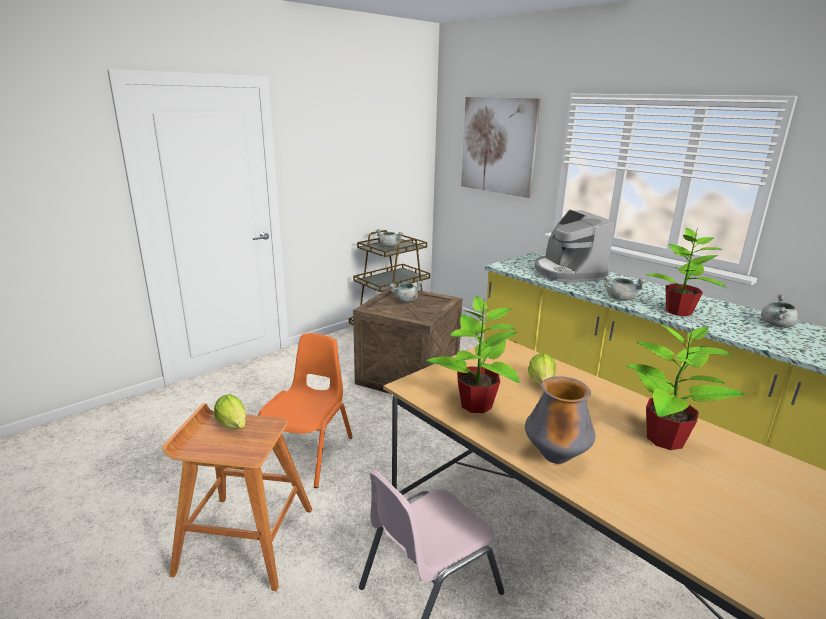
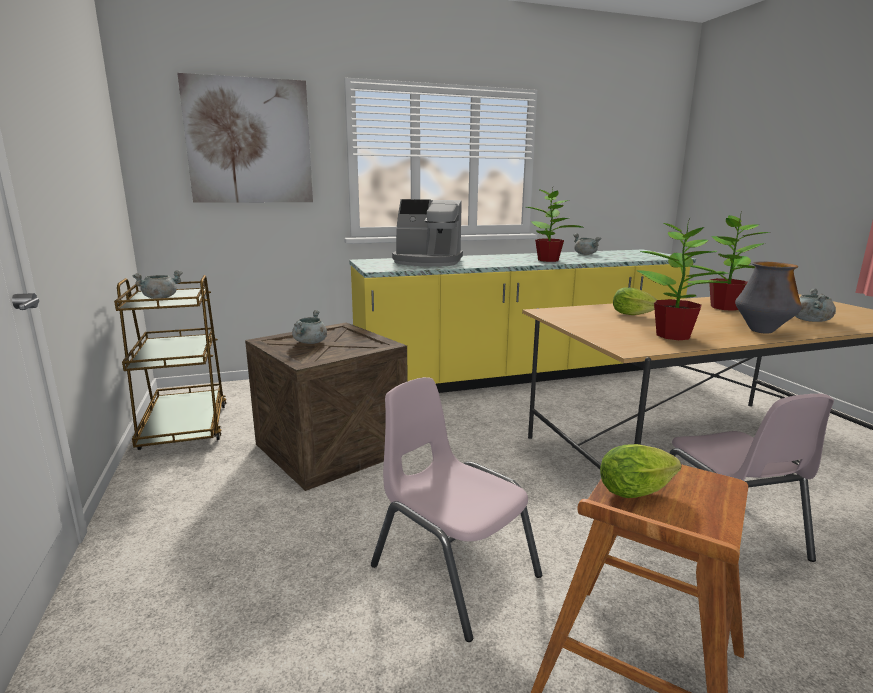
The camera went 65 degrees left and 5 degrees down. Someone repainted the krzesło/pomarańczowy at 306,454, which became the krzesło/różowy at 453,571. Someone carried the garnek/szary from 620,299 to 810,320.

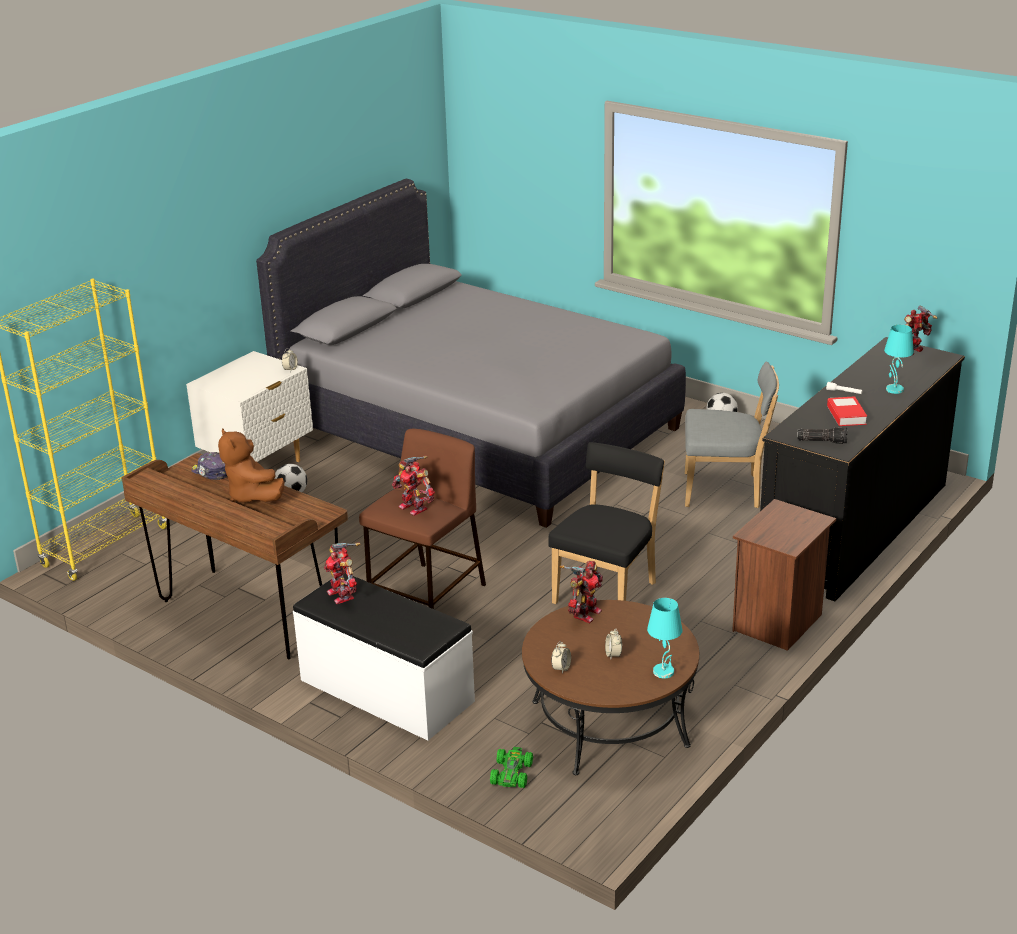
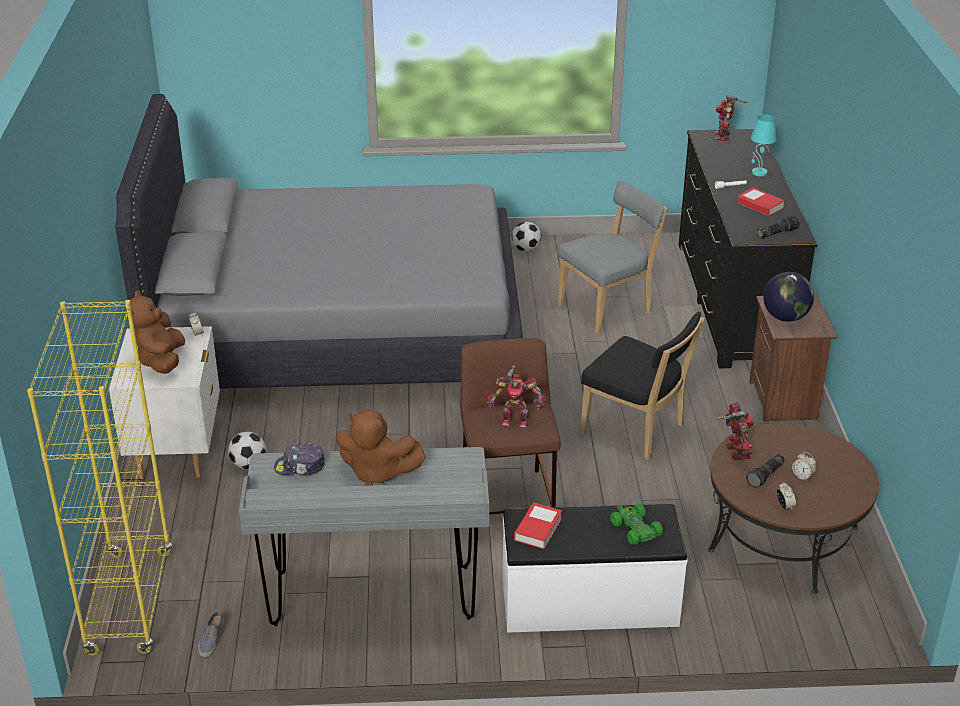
The camera went 40 degrees left and 5 degrees up. Someone repainted the biurko/brązowy at 248,613, which became the biurko/szary at 373,596. Someone swapped the robot zabawkowy at 342,594 for the książka at 538,529. Someone carried the samochodzik/zielony from 511,773 to 635,529. Someone rotated the krzesło/czarny at 607,591 by 135 degrees clockwise. Someone took away the lampa stołowa/turkusowy at 664,672. Someone put down the pluszak/brązowy at 161,361. Someone put down the but at 211,639. Someone put down the latarka at 766,476. Someone put down the globus at 785,317.

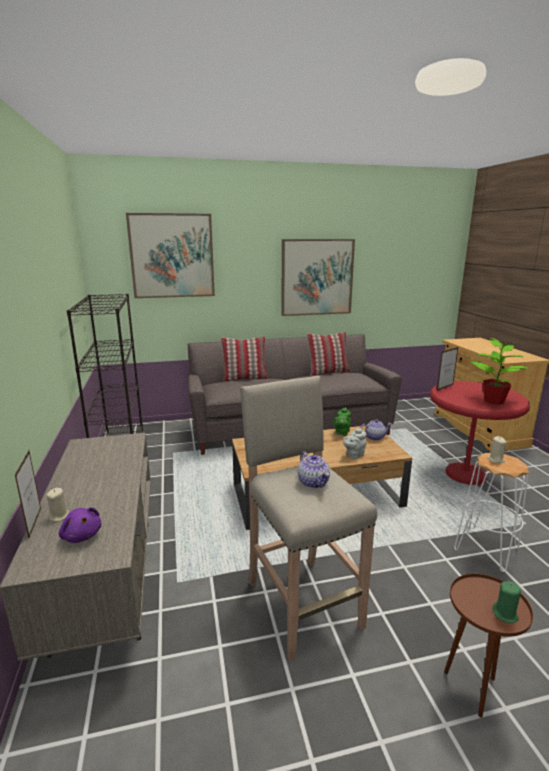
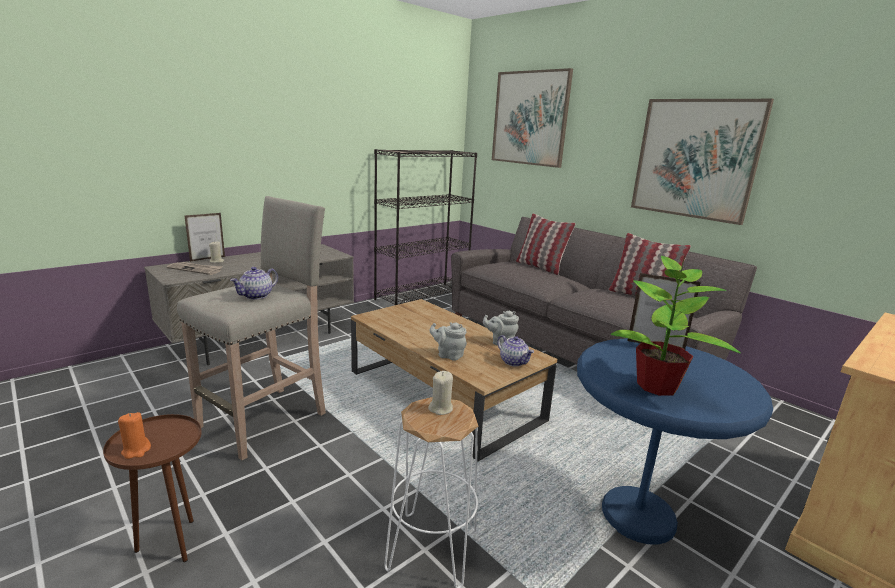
The camera went 60 degrees right and 0 degrees up. Someone swapped the pluszak/fioletowy at 81,535 for the gazeta at 196,269. Someone repainted the imbryk/zielony at 341,433, which became the imbryk/szary at 500,342. Someone repainted the stolik/czerwony at 465,475, which became the stolik/niebieski at 638,516. Someone repainted the świeca/zielony at 505,614, which became the świeca/pomarańczowy at 136,450.

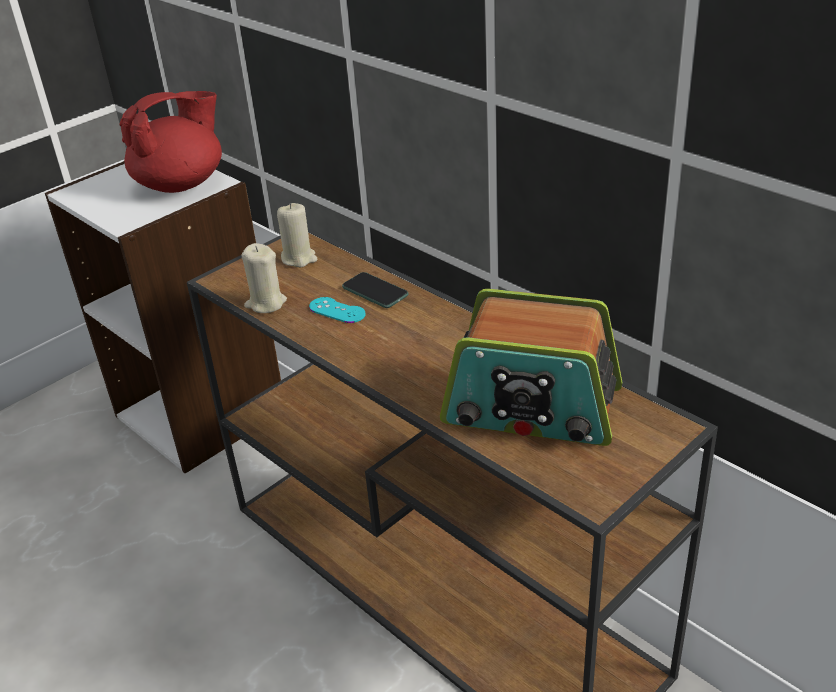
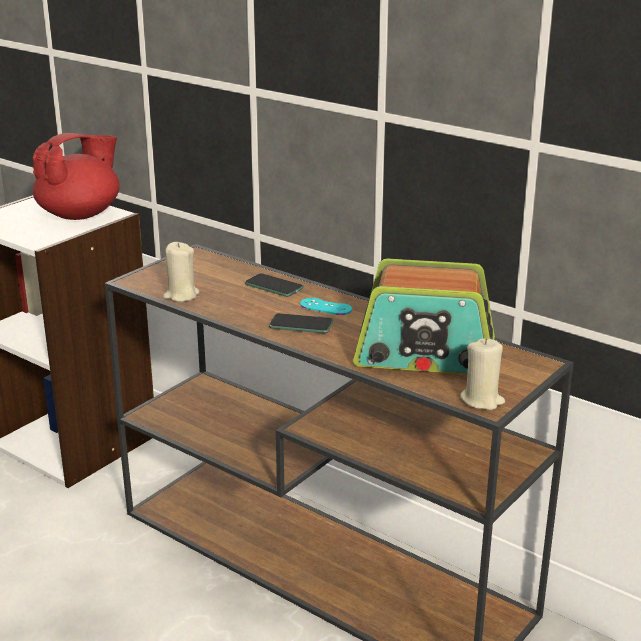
The camera went 10 degrees left and 10 degrees down. Someone carried the świeca/beżowy from 299,258 to 482,400. Someone carried the pad do gier/turkusowy from 337,310 to 325,307. Someone put down the telefon at 301,325.

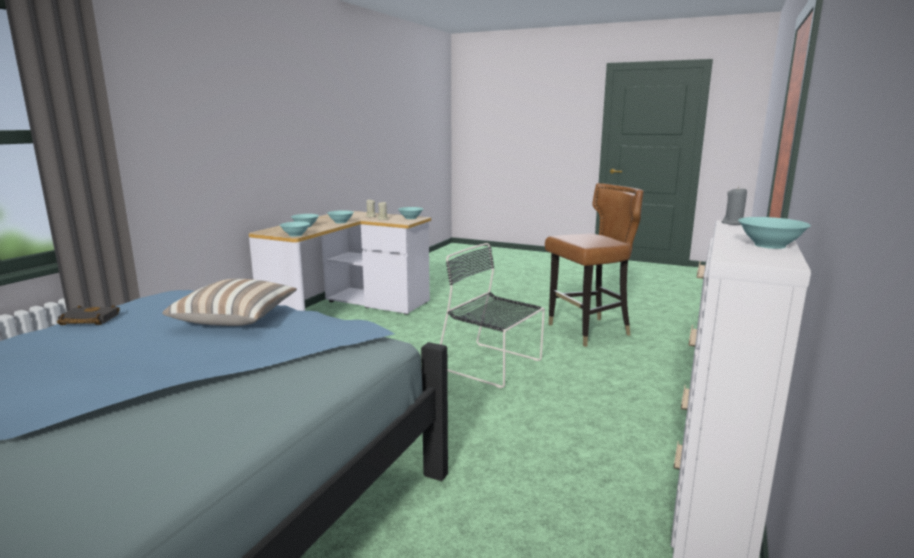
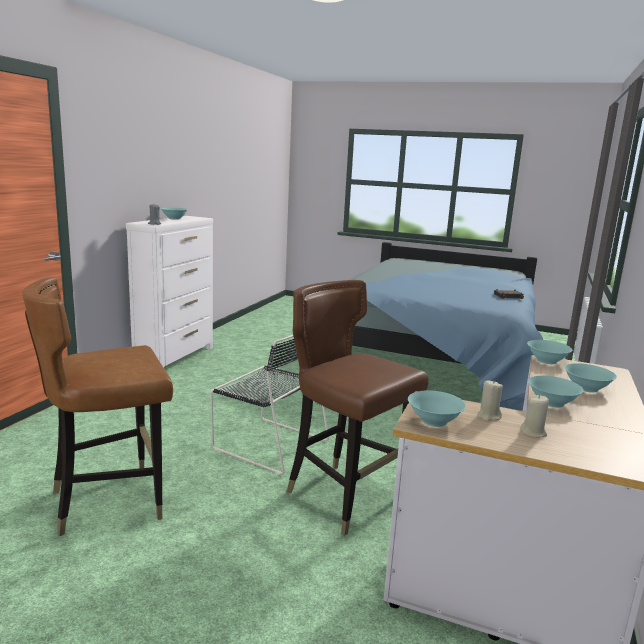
The camera went 175 degrees right and 0 degrees up. Someone took away the poduszka at 236,319. Someone put down the krzesło/brązowy at 345,497.

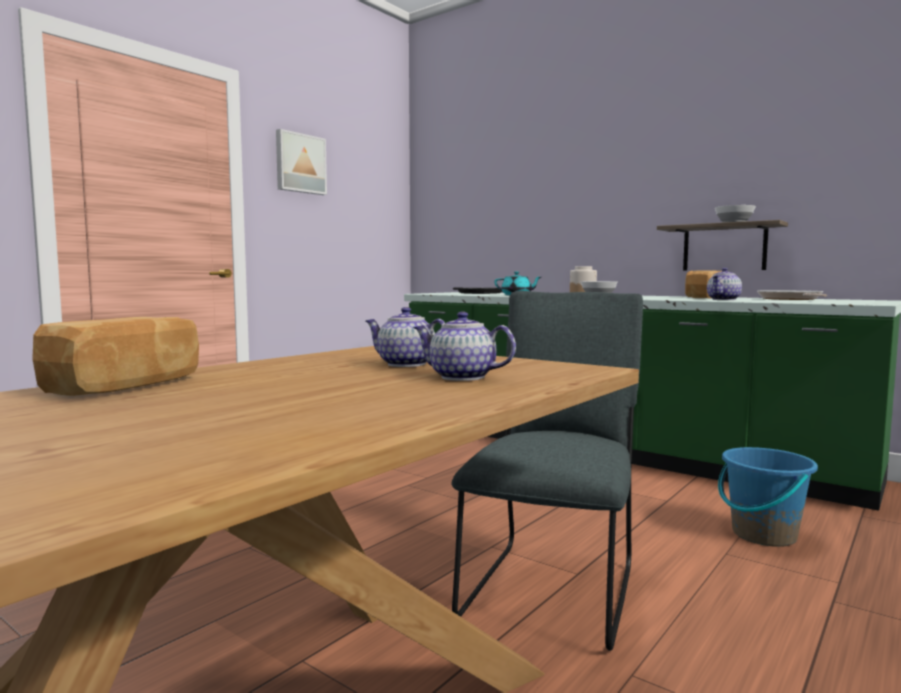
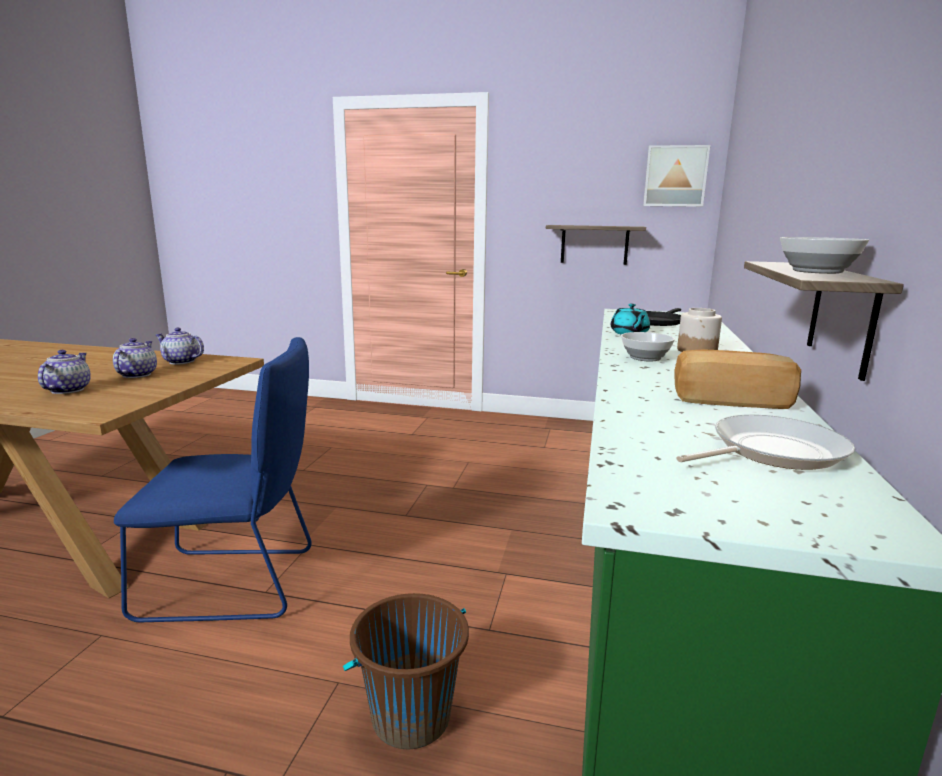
The camera went 65 degrees right and 10 degrees up. Someone took away the chleb at 129,385. Someone carried the obraz from 300,163 to 675,176. Someone repainted the krzesło/szary at 553,587, which became the krzesło/niebieski at 236,583. Someone carried the imbryk from 724,300 to 180,362. Someone repainted the wiadro/niebieski at 763,535, which became the wiadro/brązowy at 410,716. Someone put up the półka at 594,244.

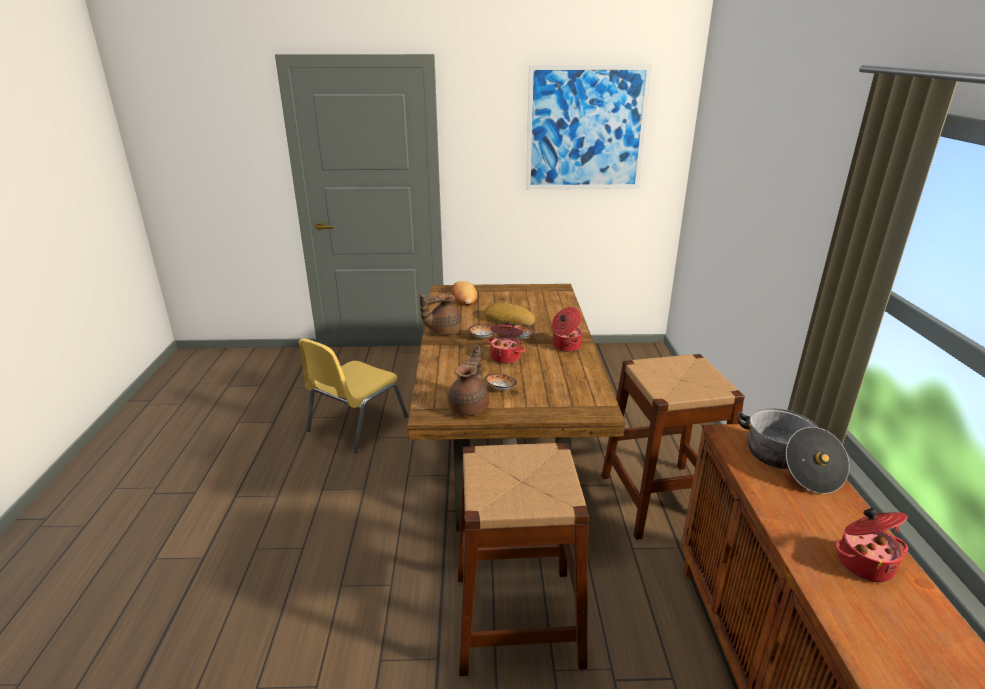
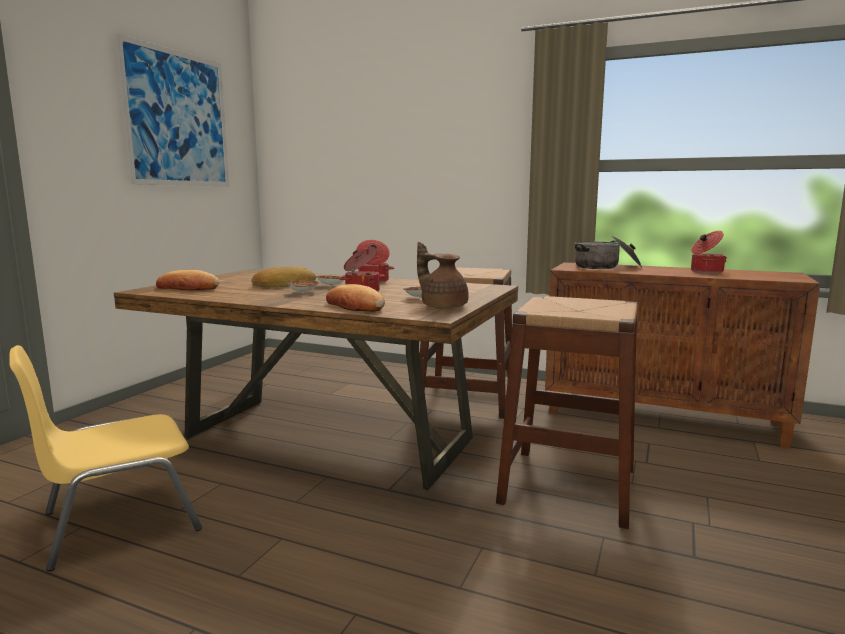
The camera went 65 degrees left and 15 degrees down. Someone rotated the krzesło/żółty at 355,424 by 90 degrees clockwise. Someone took away the imbryk/brązowy at 442,331. Someone put down the chleb at 355,306.

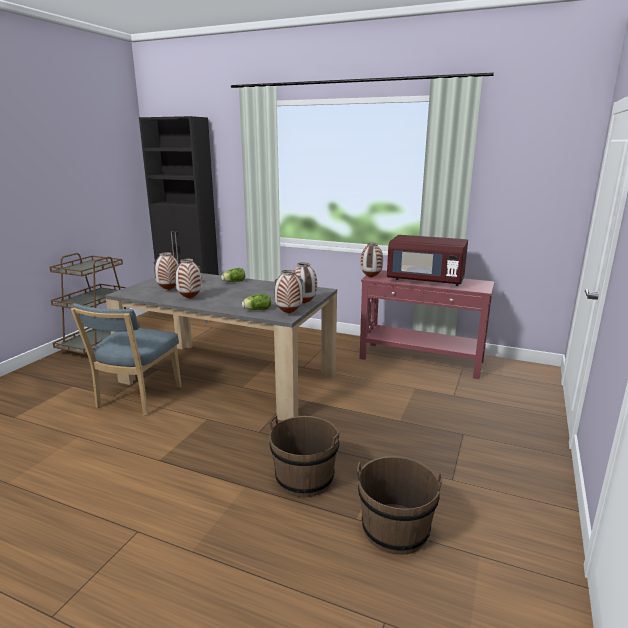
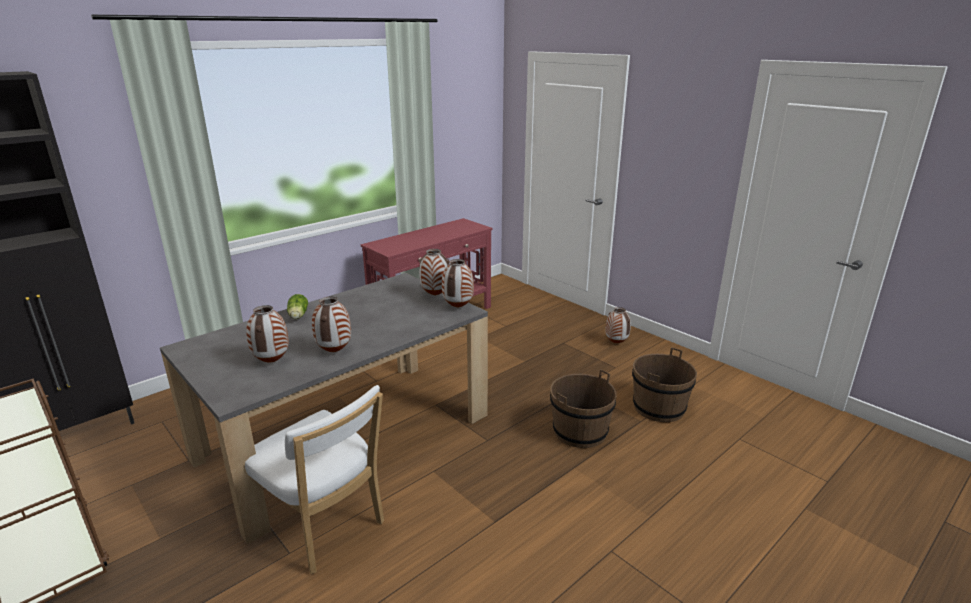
The camera went 65 degrees left and 5 degrees up. Someone repainted the krzesło/niebieski at 136,399, which became the krzesło/biały at 325,527. Someone took away the sałata at 256,310. Someone carried the wazon from 370,277 to 615,343. Someone took away the mikrofalówka/czerwony at 425,280.

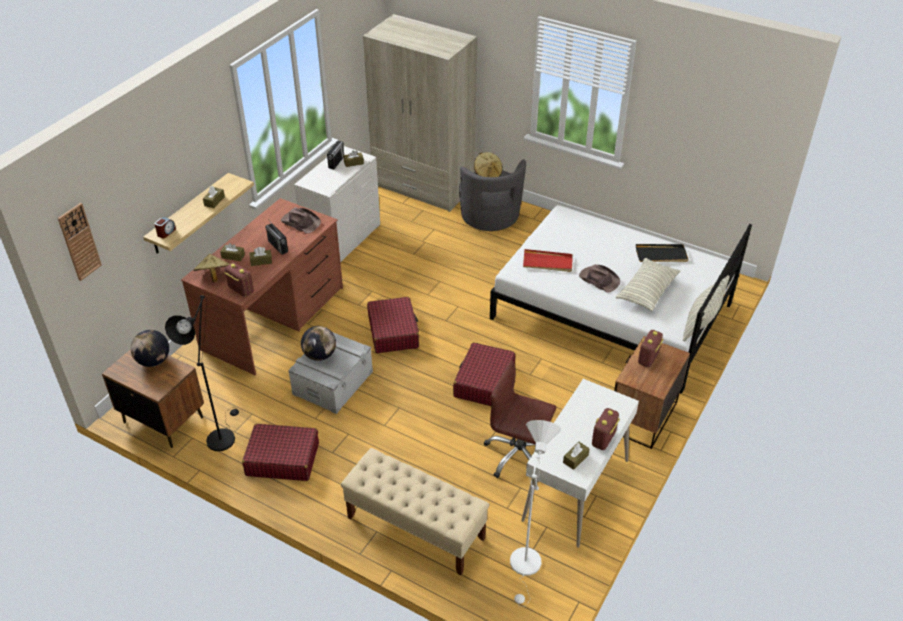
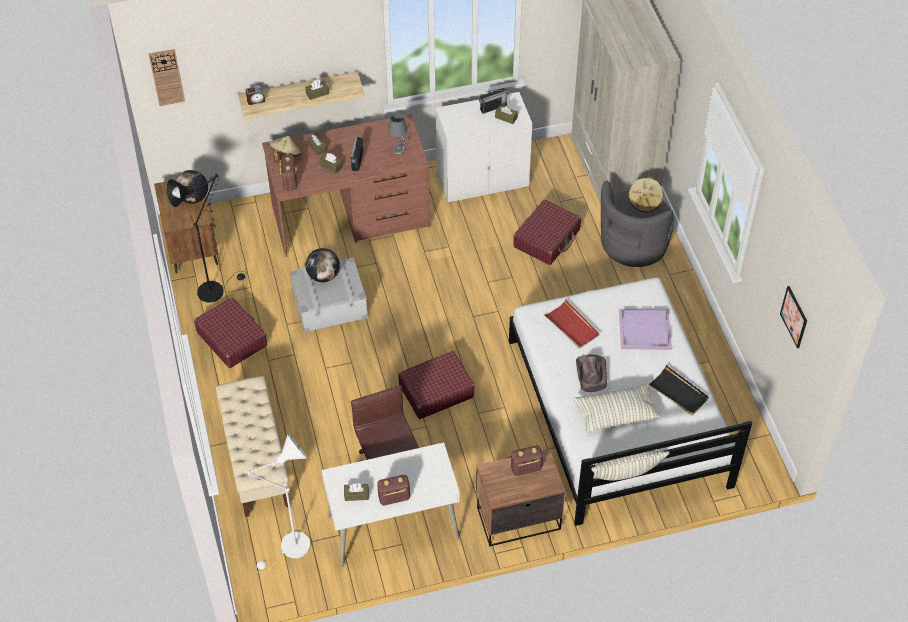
The camera went 45 degrees right and 10 degrees up. Someone swapped the kapelusz/brązowy at 300,222 for the lampa stołowa/szary at 399,149. Someone carried the walizka/czerwony from 393,332 to 547,238. Someone put down the taca/fioletowy at 645,329. Someone put up the obraz at 794,317.

